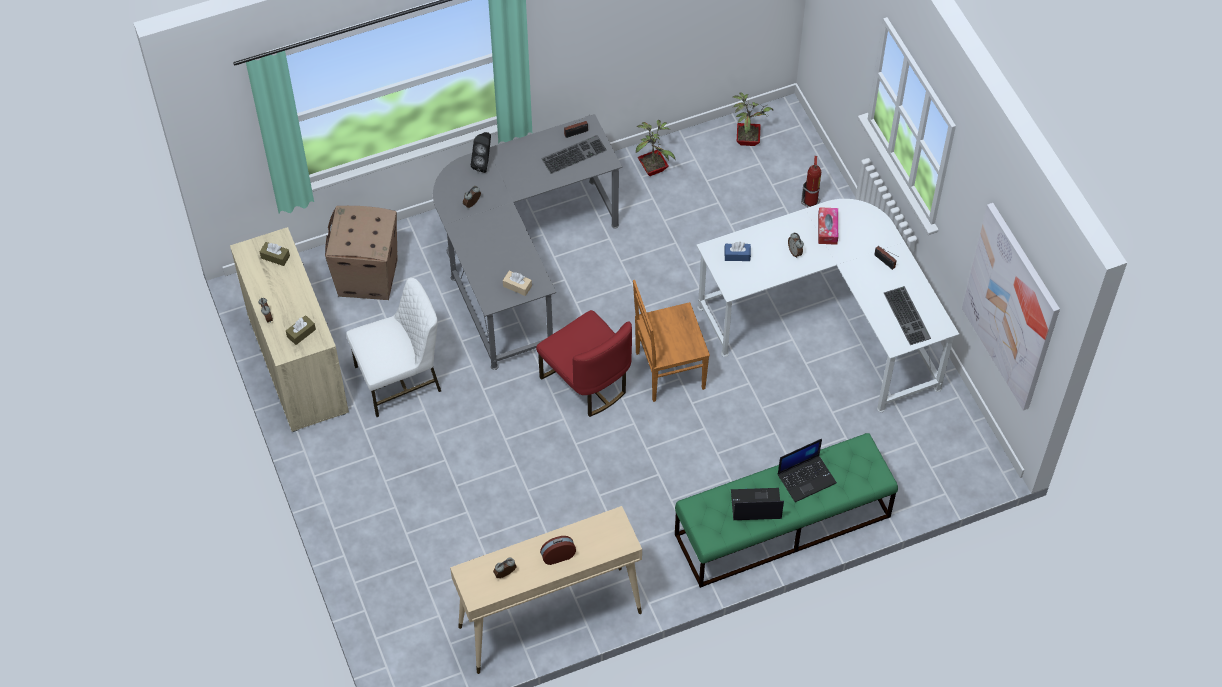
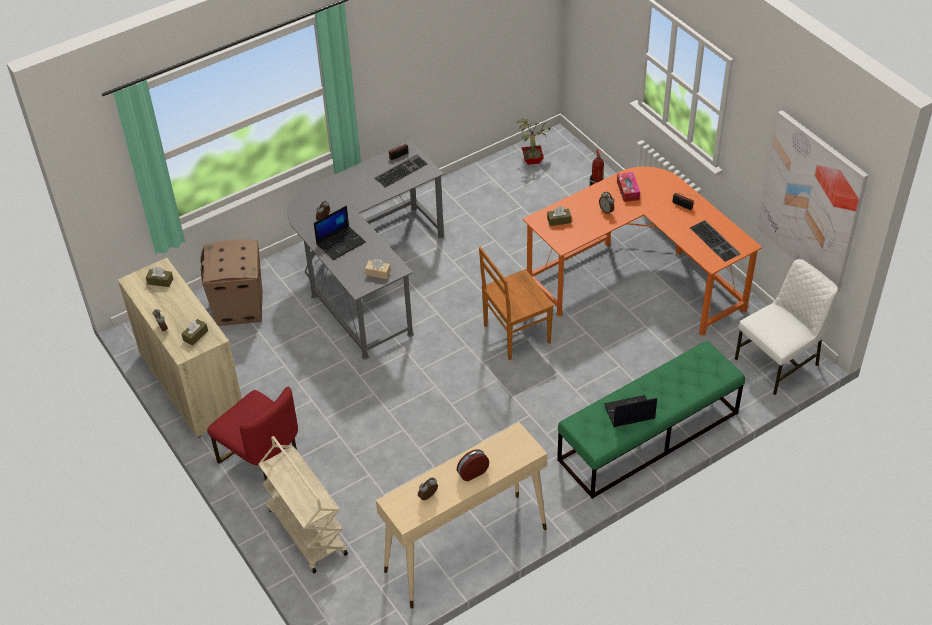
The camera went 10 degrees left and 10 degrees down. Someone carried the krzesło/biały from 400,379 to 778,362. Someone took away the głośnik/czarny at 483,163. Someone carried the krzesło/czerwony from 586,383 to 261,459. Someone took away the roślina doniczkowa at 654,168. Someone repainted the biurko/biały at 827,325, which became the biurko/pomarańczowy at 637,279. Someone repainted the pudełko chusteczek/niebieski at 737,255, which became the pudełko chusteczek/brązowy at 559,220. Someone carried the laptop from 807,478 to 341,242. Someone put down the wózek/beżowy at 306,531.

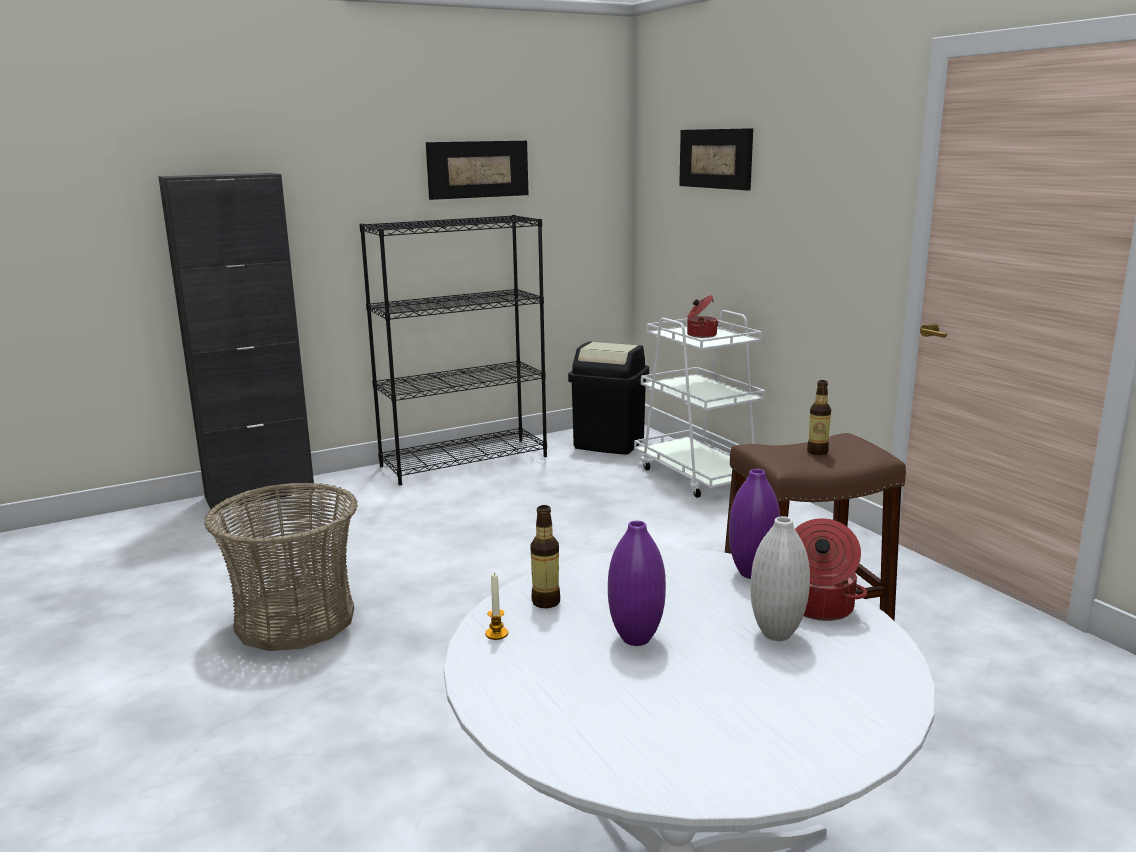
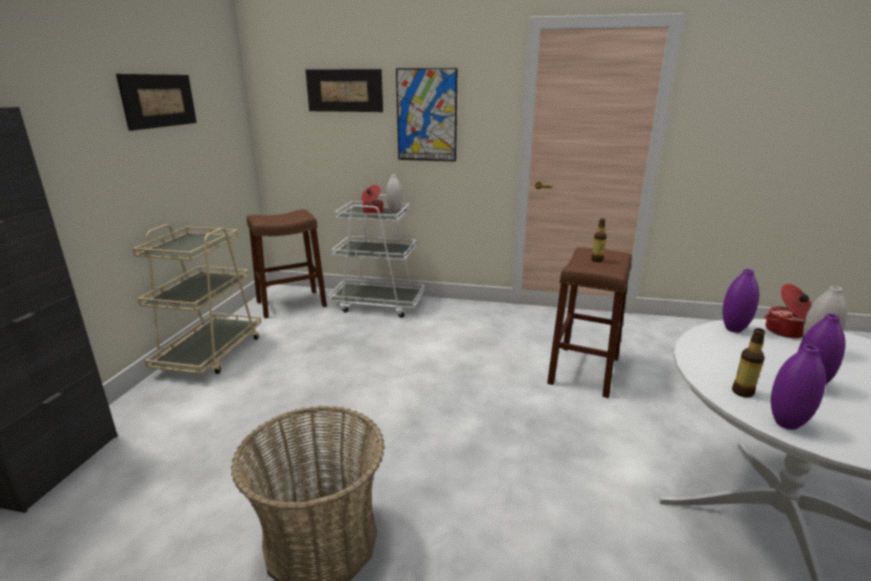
The camera went 50 degrees left and 5 degrees up. Someone swapped the regał/czarny at 465,461 for the wózek/beżowy at 211,353. Someone swapped the świeca at 496,634 for the wazon/fioletowy at 786,424. Someone swapped the kosz na śmieci/czarny at 609,443 for the stołek/brązowy at 291,304. Someone put down the wazon/biały at 394,210. Someone put up the obraz at 426,115.

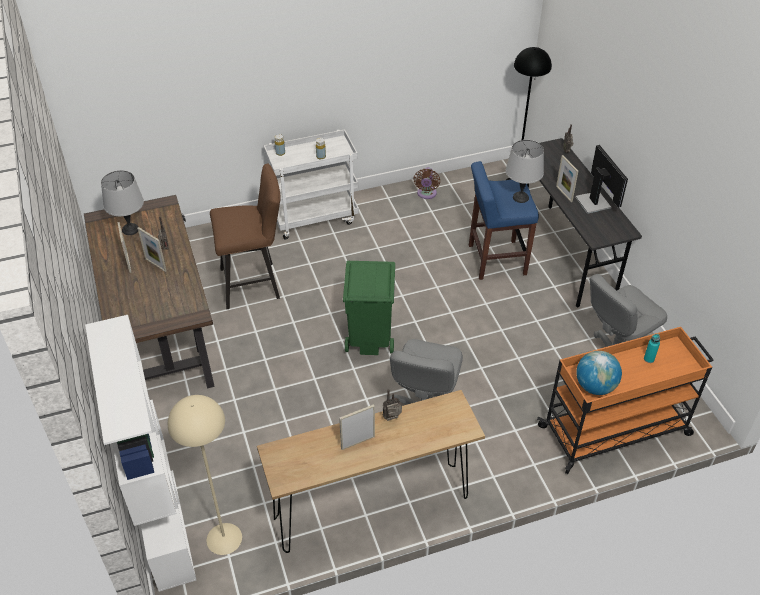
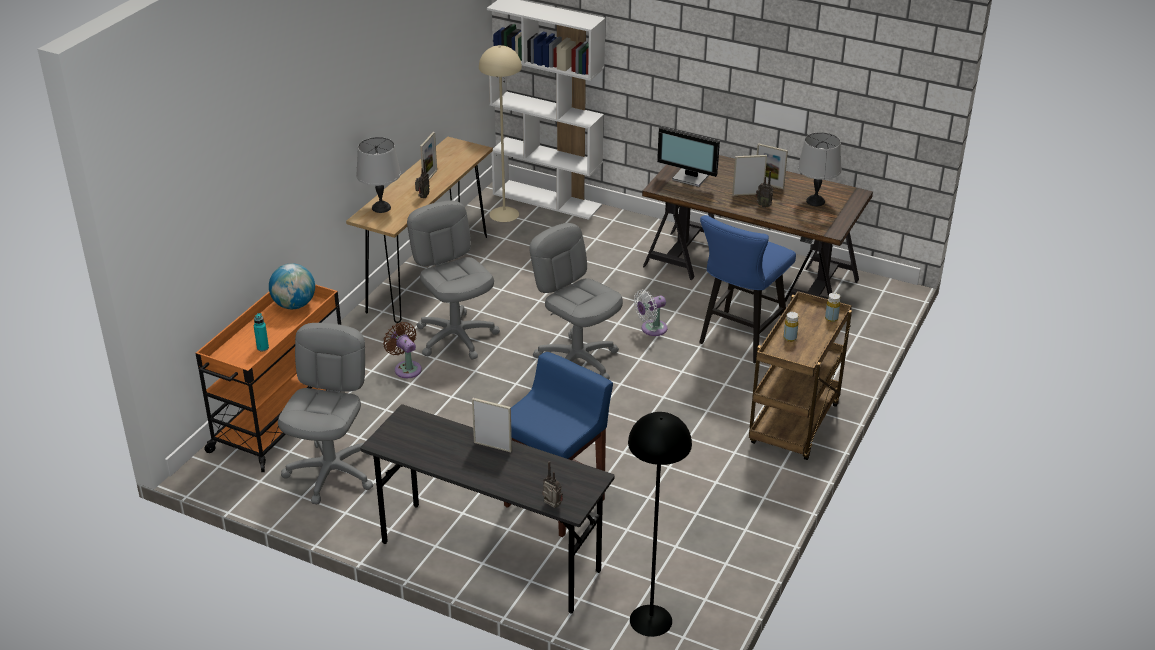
The camera went 135 degrees right and 10 degrees down. Someone repainted the stołek/brązowy at 255,284, which became the stołek/niebieski at 739,340. Someone repainted the wózek/biały at 315,217, which became the wózek/brązowy at 794,426. Someone swapped the kosz na śmieci/zielony at 369,338 for the krzesło biurowe/szary at 577,361. Someone carried the wentylator/brązowy from 426,194 to 406,368. Someone carried the lampa stołowa/szary from 520,197 to 381,208. Someone carried the monitor from 594,202 to 691,177. Someone put down the wentylator/biały at 651,329.

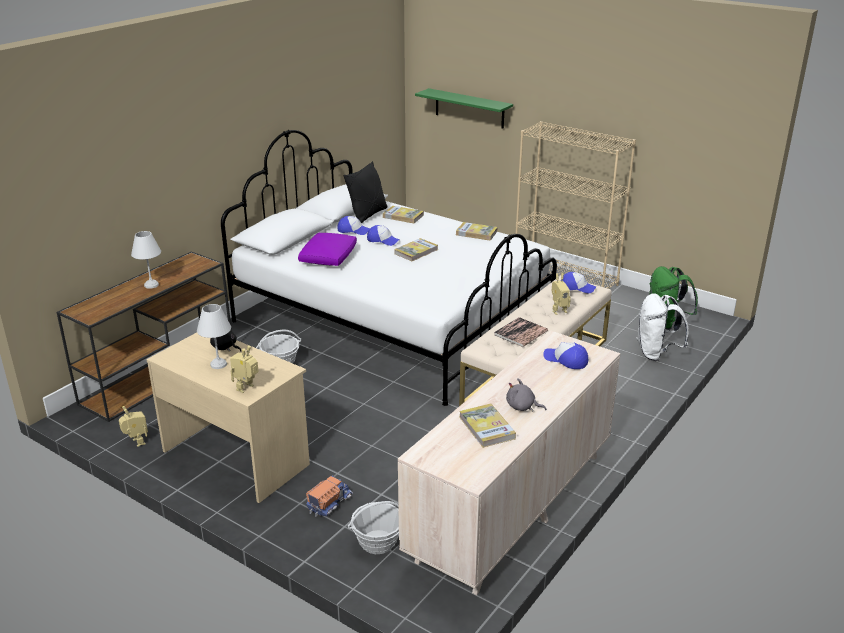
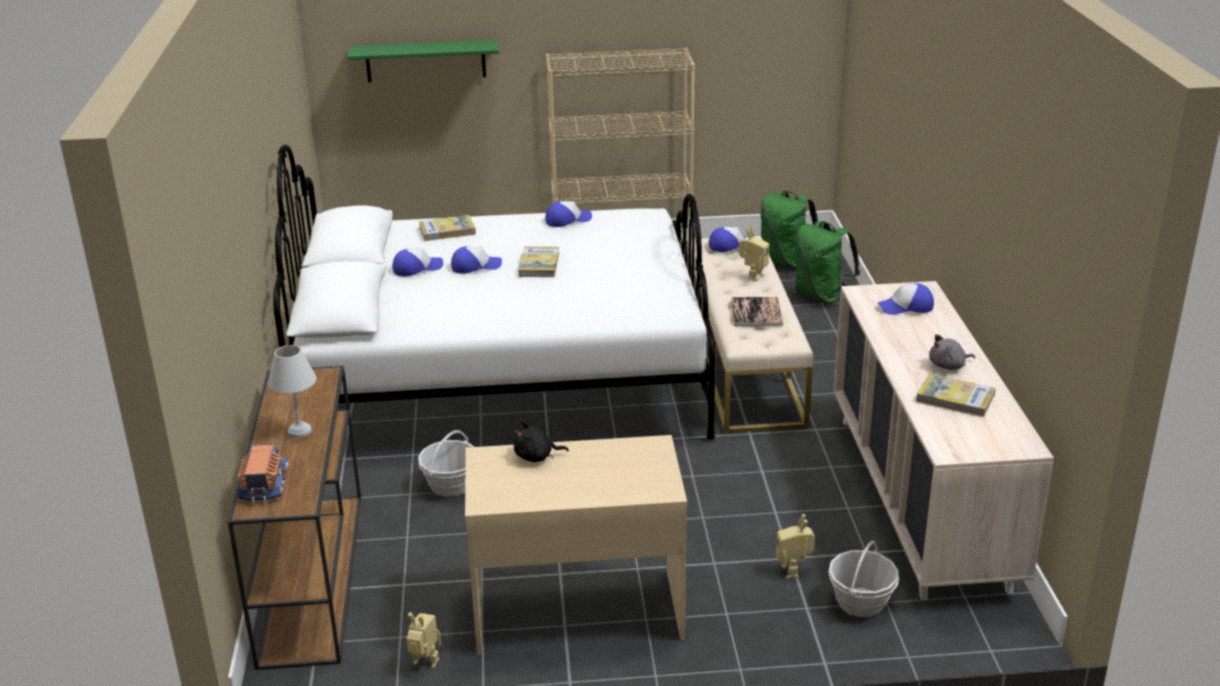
The camera went 40 degrees left and 0 degrees up. Someone took away the lampa stołowa/biały at 217,364. Someone carried the robot zabawkowy from 247,389 to 793,571. Someone took away the poduszka/fioletowy at 328,257. Someone carried the ciężarówka zabawkowa from 329,502 to 264,484. Someone took away the poduszka/czarny at 368,215. Someone swapped the książka at 476,233 for the czapka z daszkiem at 567,220. Someone repainted the plecak/biały at 656,353, which became the plecak/zielony at 821,296.

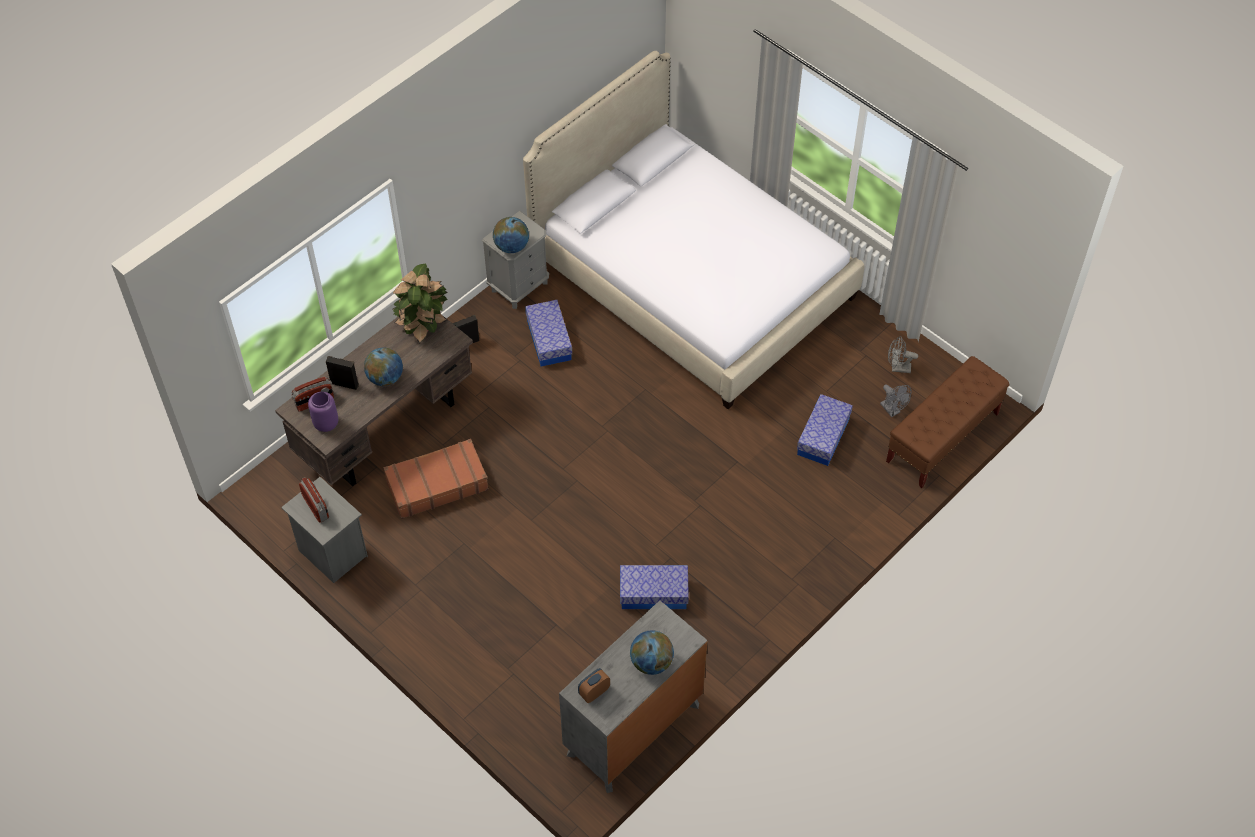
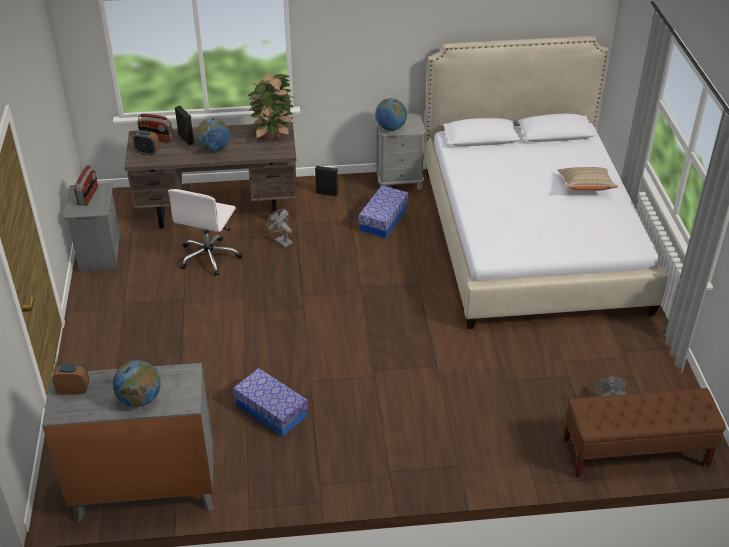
The camera went 40 degrees right and 15 degrees down. Someone swapped the wazon/fioletowy at 326,423 for the budzik at 147,152. Someone swapped the walizka/brązowy at 436,484 for the krzesło biurowe/biały at 210,256. Someone took away the pojemnik do przechowywania at 823,437. Someone carried the wentylator/szary from 897,368 to 281,240. Someone put down the poduszka/beżowy at 586,187.

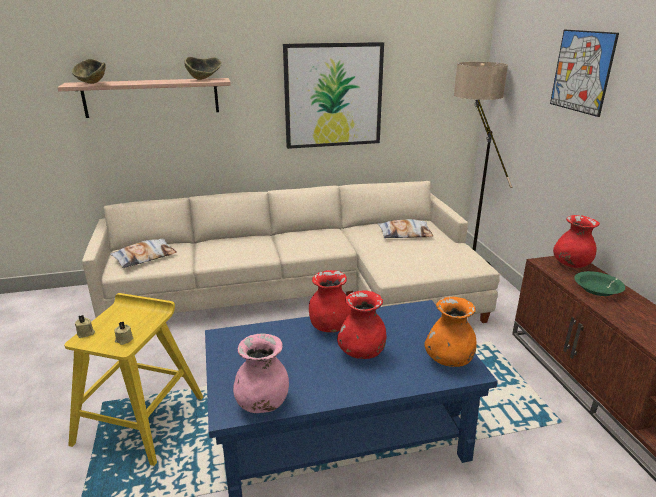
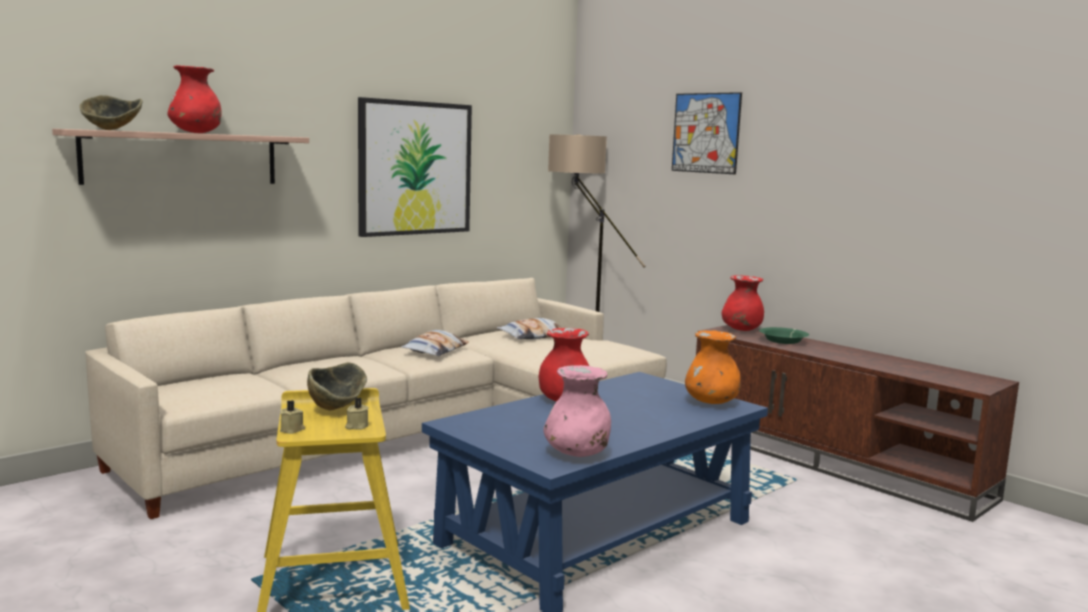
The camera went 30 degrees left and 15 degrees down. Someone carried the poduszka from 145,257 to 435,350. Someone carried the miska from 203,79 to 337,407. Someone carried the wazon/czerwony from 361,352 to 196,133.

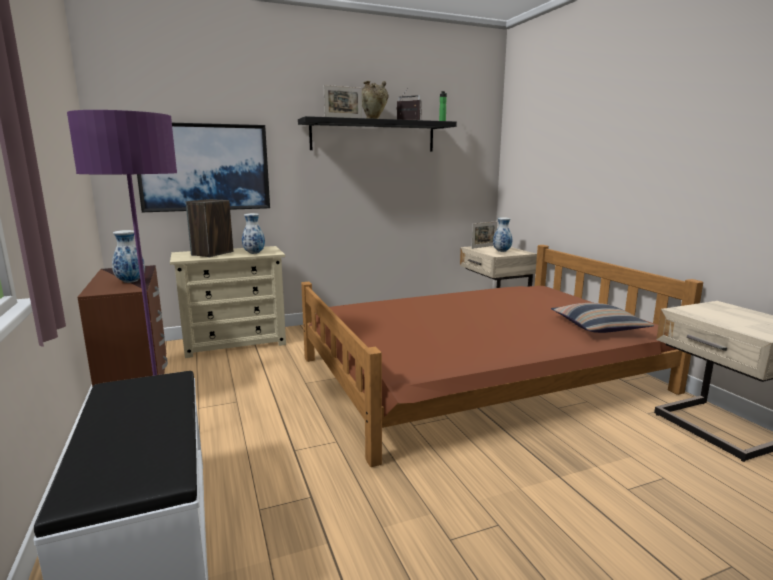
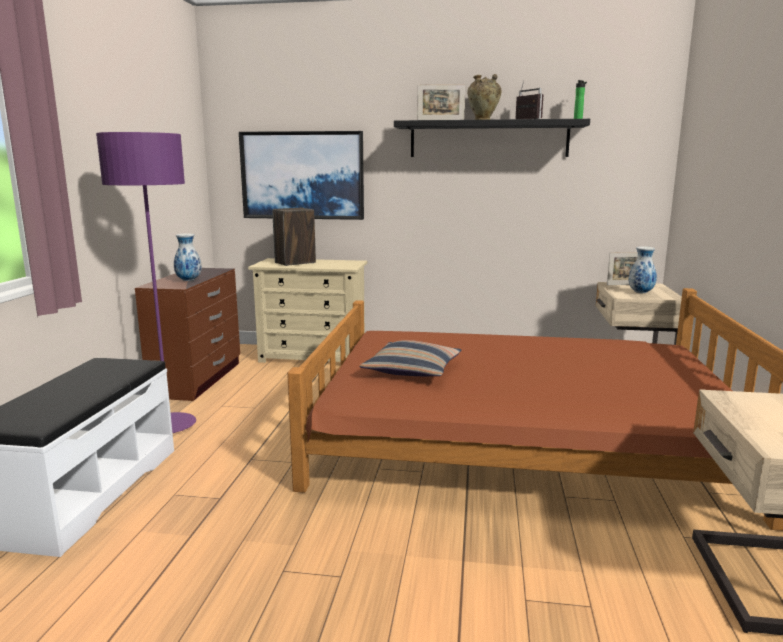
The camera went 30 degrees right and 0 degrees up. Someone took away the wazon at 254,253. Someone carried the poduszka from 598,327 to 412,370.

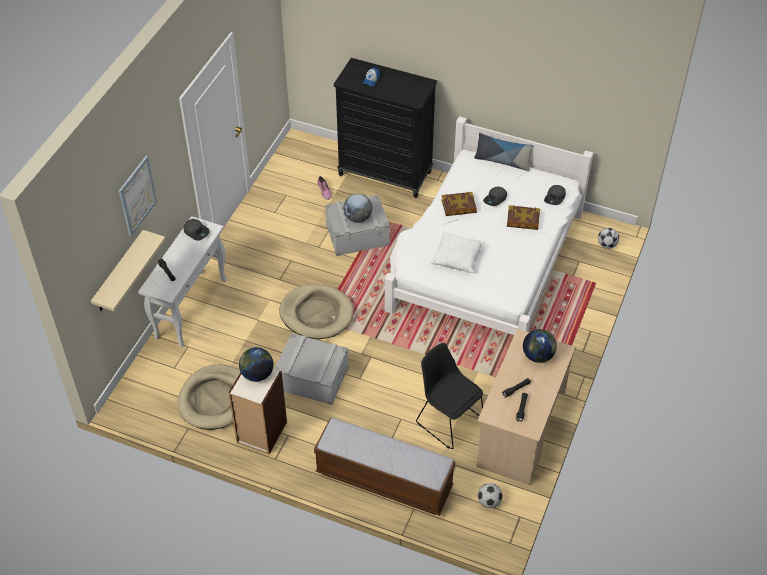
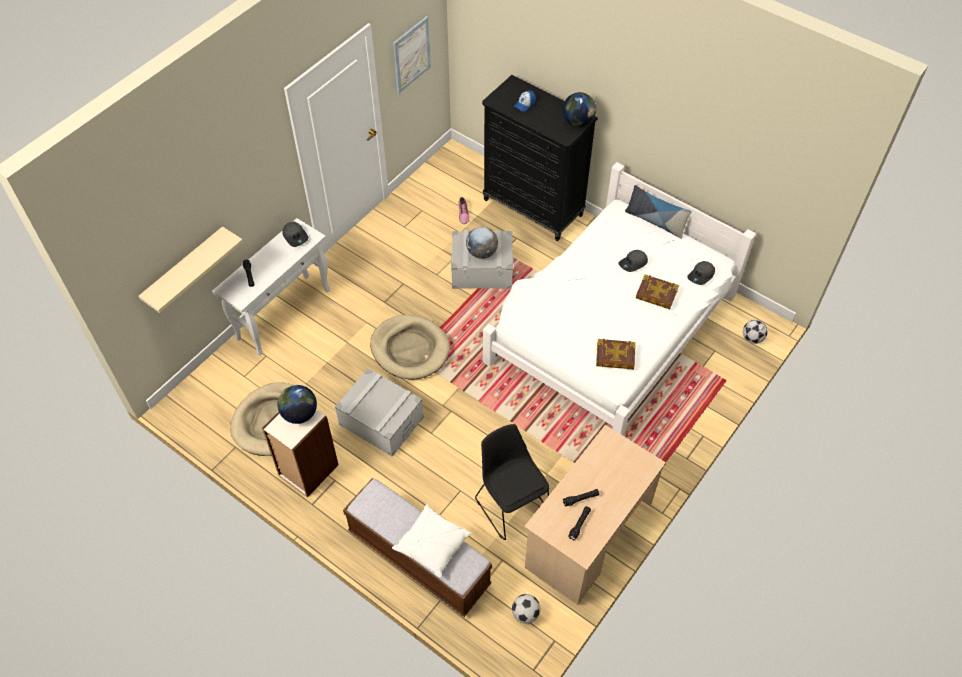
The camera went 15 degrees right and 5 degrees up. Someone carried the obraz from 137,196 to 411,54. Someone carried the poduszka/biały from 457,257 to 432,544. Someone carried the książka from 459,207 to 615,357. Someone carried the globus from 538,356 to 578,122.

